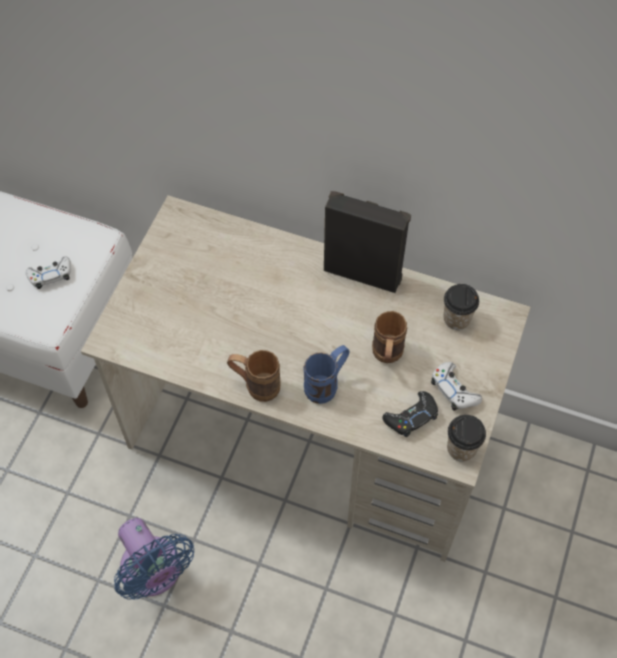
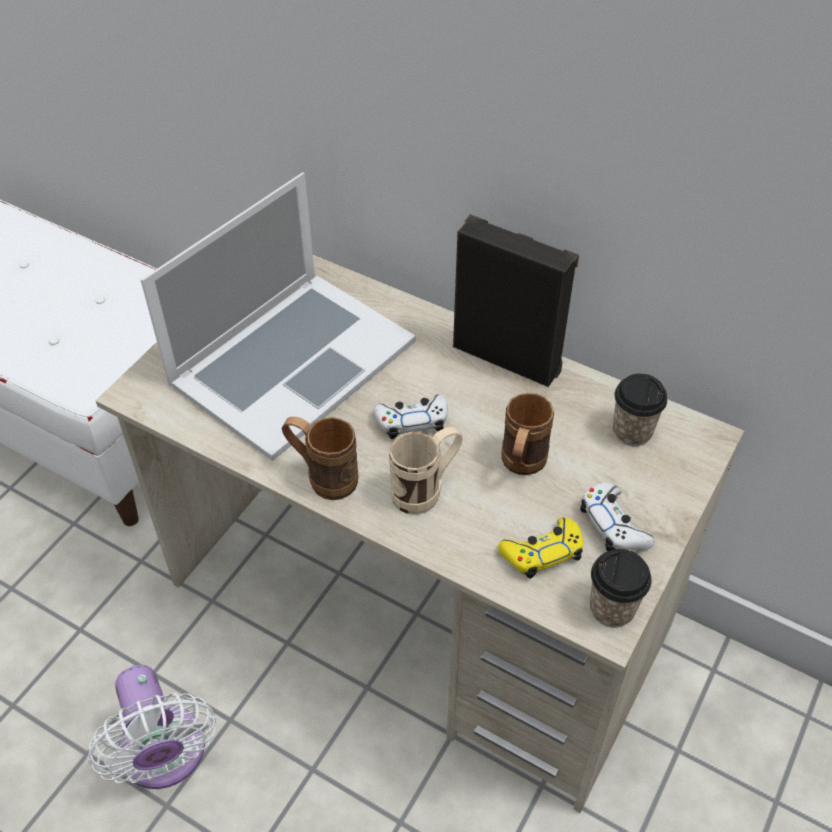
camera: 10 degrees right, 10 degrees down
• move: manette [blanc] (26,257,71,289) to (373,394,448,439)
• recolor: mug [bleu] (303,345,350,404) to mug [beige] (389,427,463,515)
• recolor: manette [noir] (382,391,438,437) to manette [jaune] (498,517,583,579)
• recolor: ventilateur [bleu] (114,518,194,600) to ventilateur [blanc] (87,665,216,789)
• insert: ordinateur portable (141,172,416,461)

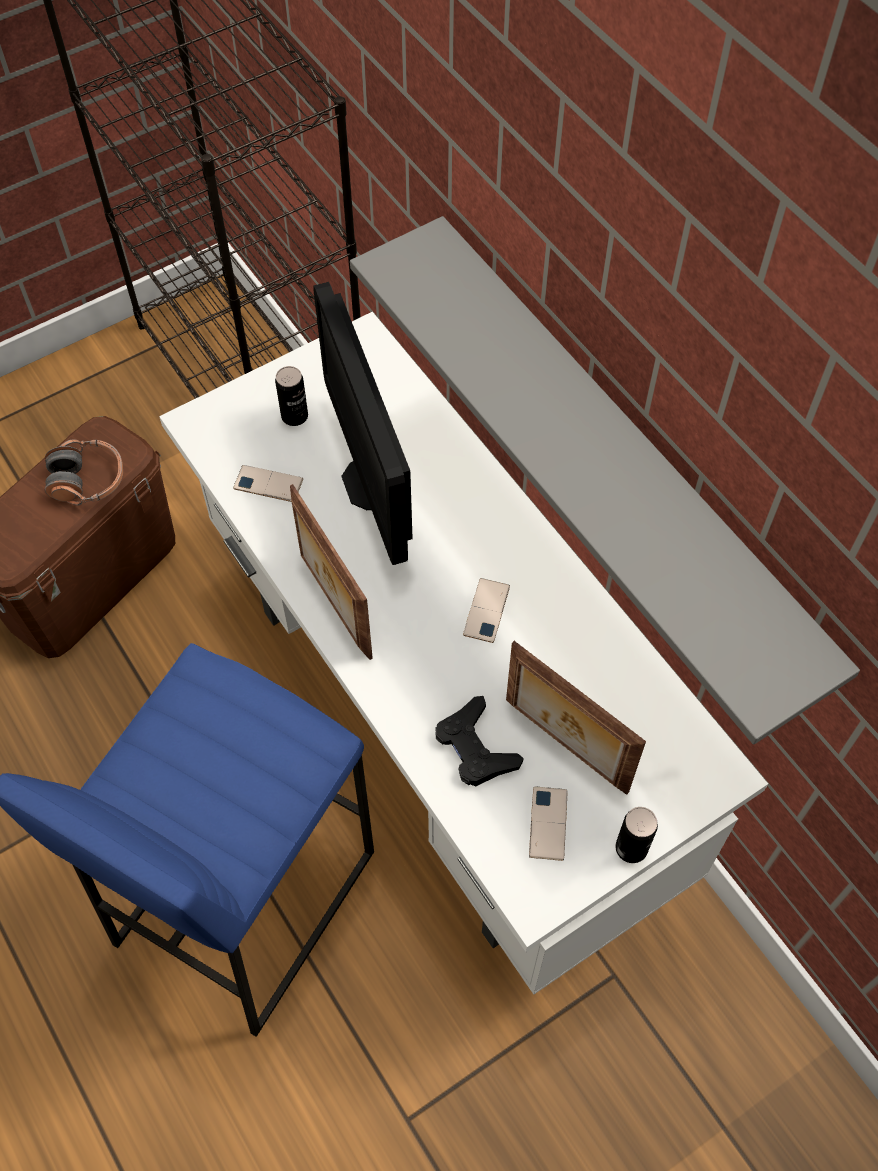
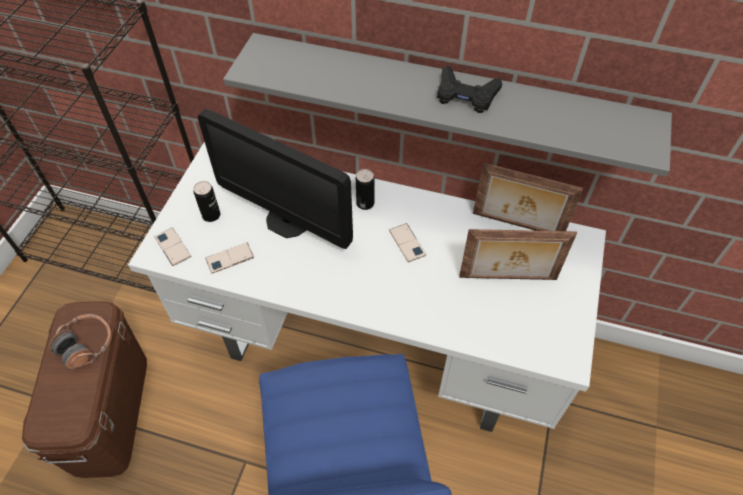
camera: 40 degrees left, 5 degrees down
• move: cadre photo (290,484,373,660) to (473,163,583,231)
• move: manette [noir] (435,696,523,786) to (437,65,502,113)
• move: téléphone (529,786,568,861) to (155,227,191,266)
• move: boîte métallique (615,807,658,863) to (356,169,375,210)

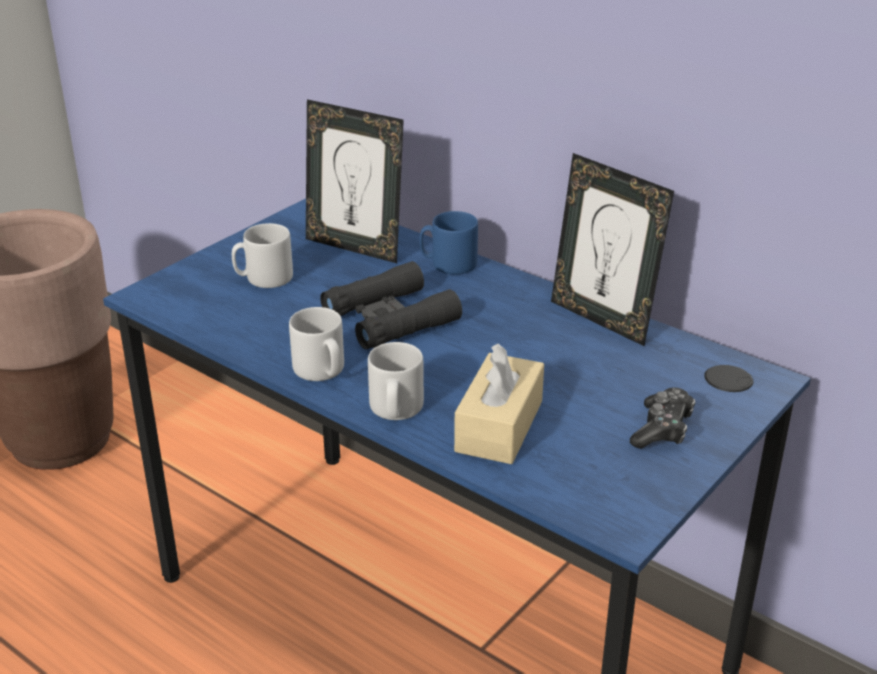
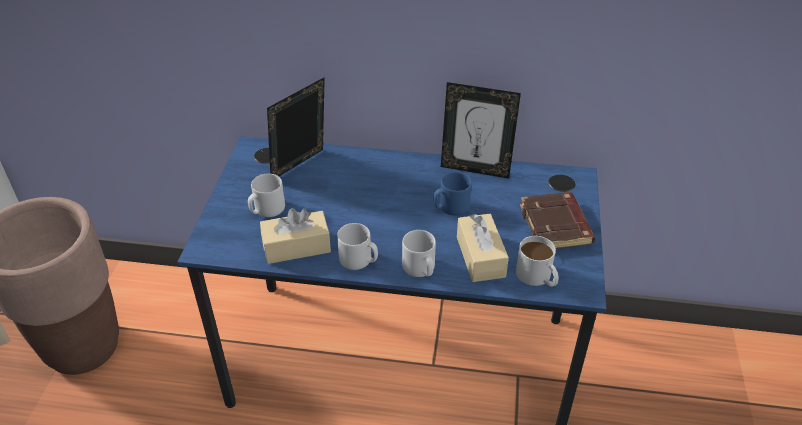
camera: 30 degrees left, 10 degrees up
• rotate: cadre photo (306,99,404,263) = (267,77,325,176) 135 degrees clockwise
• move: mug [bleu] (419,211,478,275) to (433,172,472,215)
• delete: jumelles [noir] (320,261,462,349)
• replace: manette (630,388,695,449) to livre [marron] (520,192,595,249)
• insert: boîte à mouchoirs [beige] (260,208,331,264)
• insert: mug [blanc] (516,236,559,287)

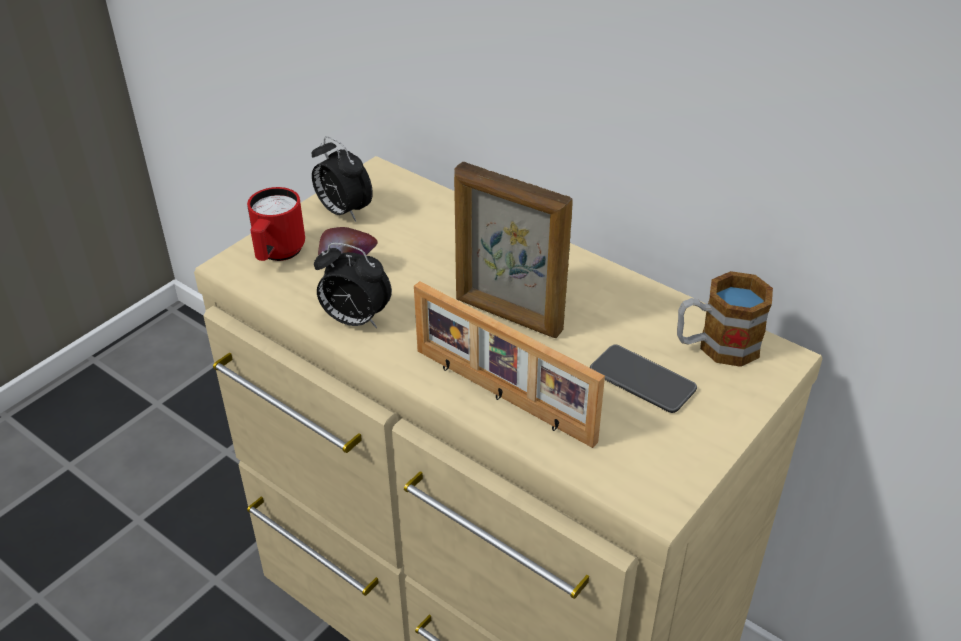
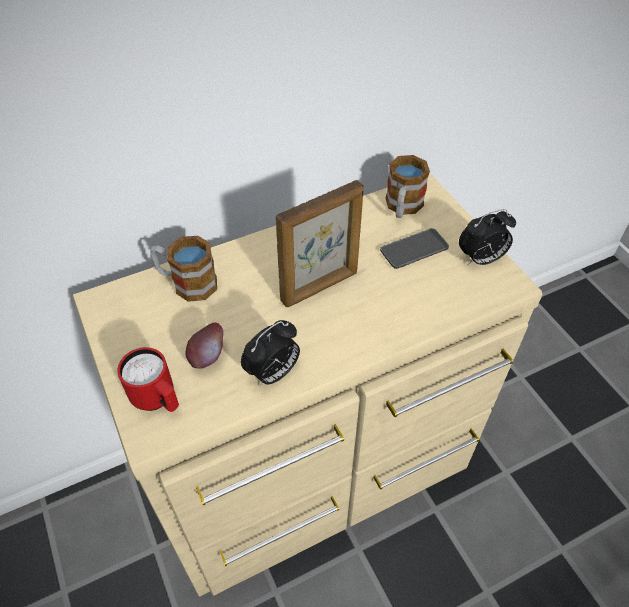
camera: 65 degrees left, 10 degrees up
• move: réveil (312,136,373,222) to (459,209,516,265)
• delete: cadre photo (414,282,605,448)
• insert: mug (150,236,217,302)

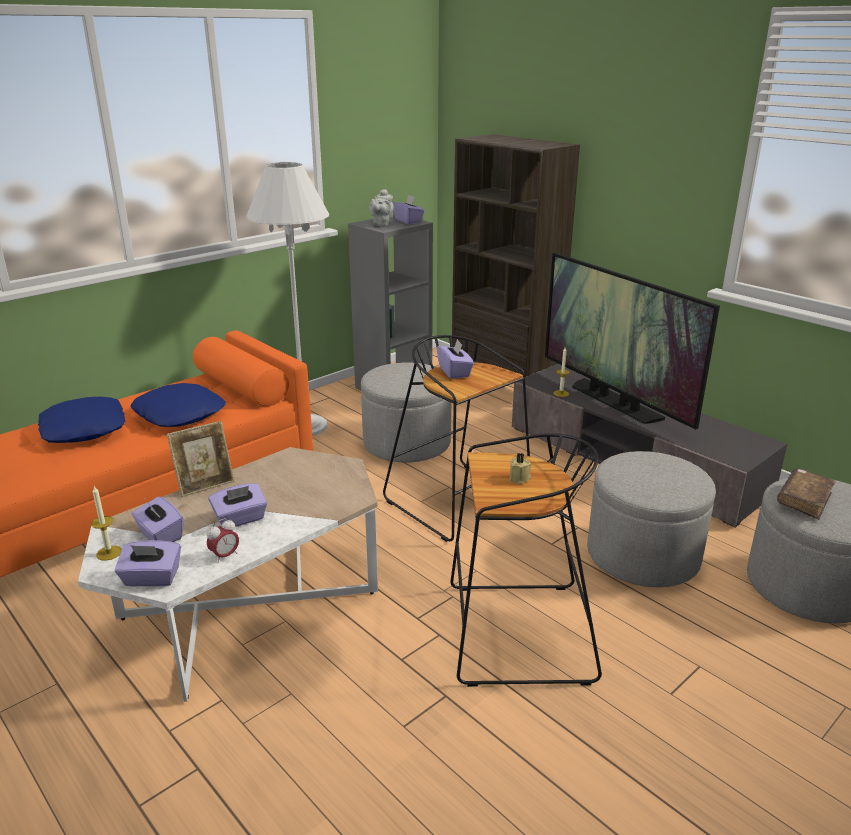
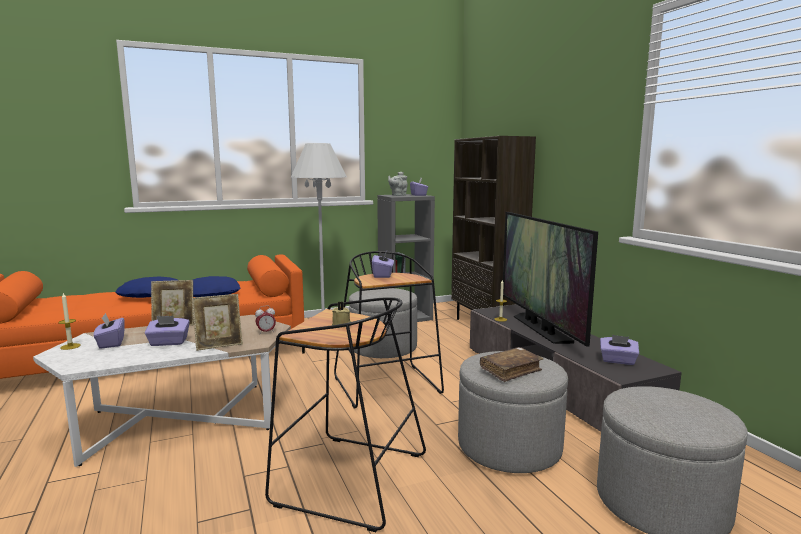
camera: 20 degrees right, 15 degrees down
• move: livre [marron] (777,468,836,520) to (480,347,543,382)
• move: réveil (207,518,239,563) to (255,305,276,333)
• move: boîte à mouchoirs [violet] (115,540,181,586) to (600,335,639,365)
• insert: cadre photo (192,294,243,351)

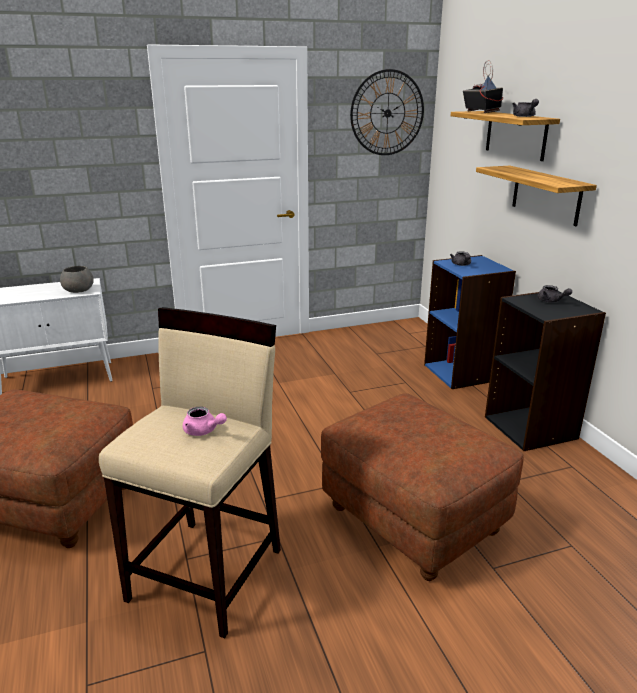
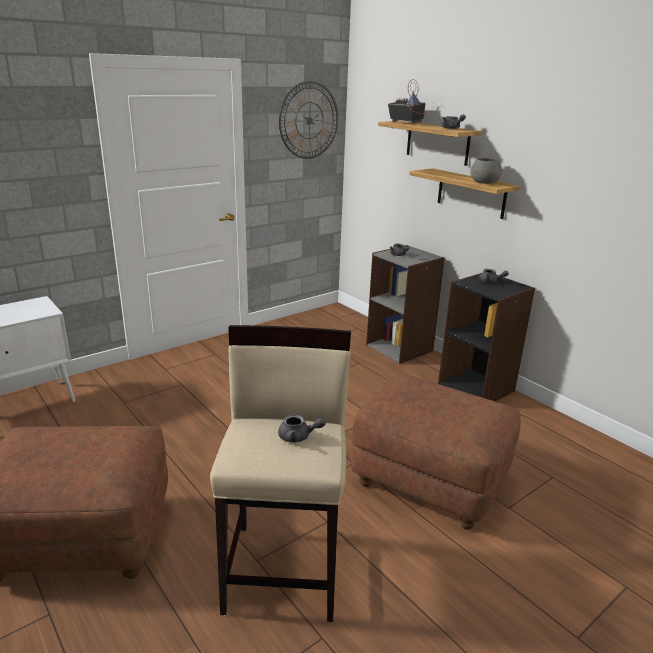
camera: 20 degrees left, 0 degrees up
• recolor: bibliothèque [bleu] (424,255,516,389) to bibliothèque [gris] (366,245,445,364)
• move: bol [gris] (60,266,94,293) to (470,158,502,184)
• recolor: théière [rose] (183,407,227,436) to théière [gris] (278,414,326,443)

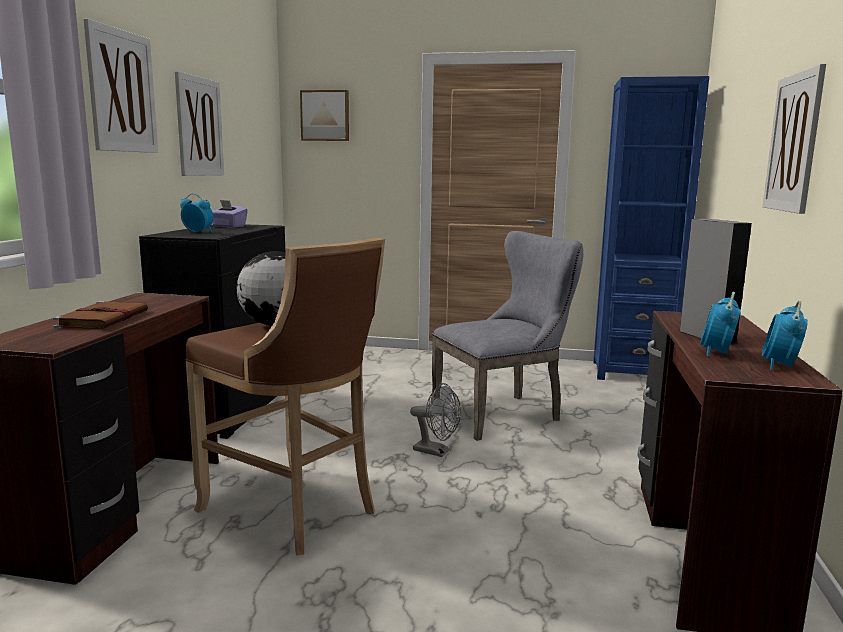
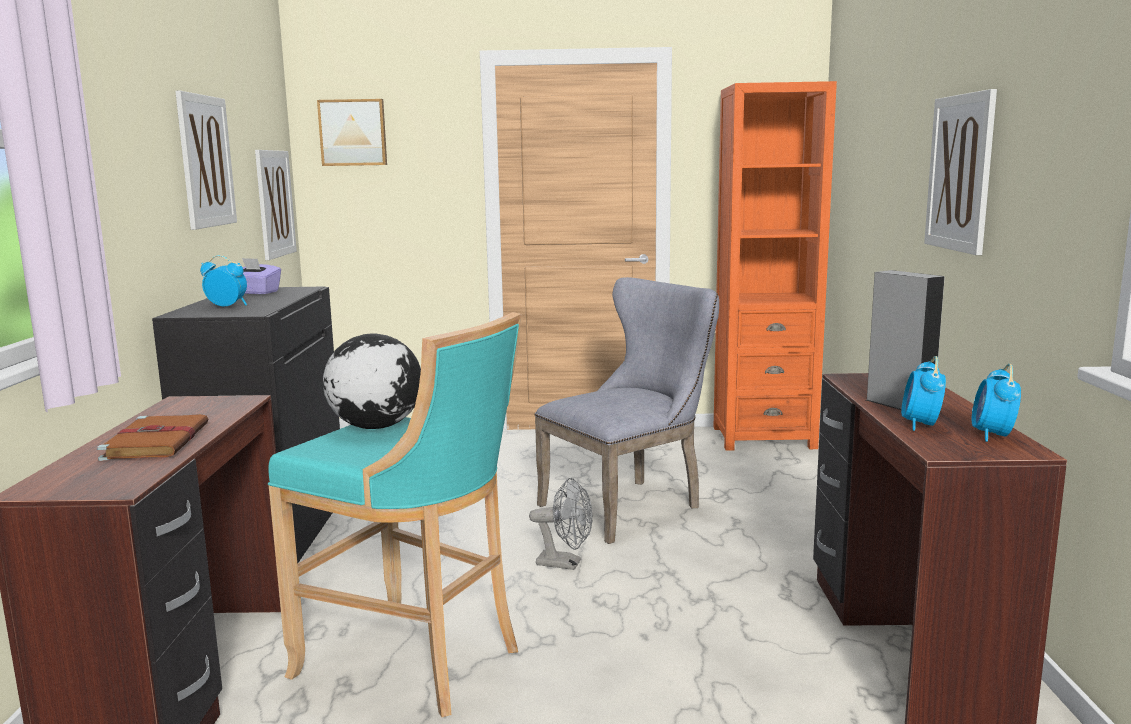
camera: 10 degrees left, 0 degrees up
• move: tableau (84,18,158,153) to (255,150,297,260)
• recolor: bibliothèque [bleu] (593,76,709,380) to bibliothèque [orange] (713,81,837,451)
• recolor: tabouret [marron] (185,238,385,555) to tabouret [turquoise] (268,312,522,717)

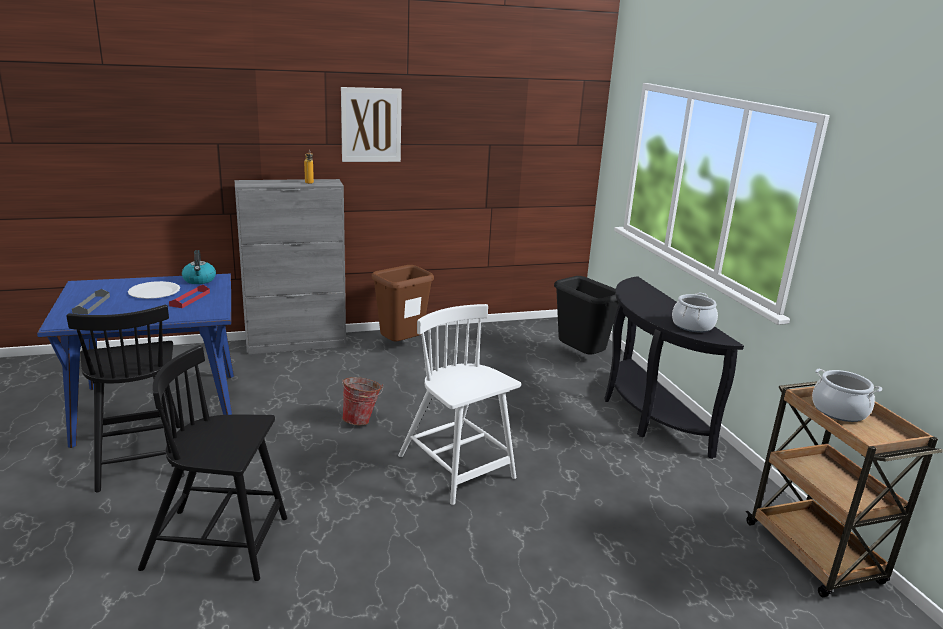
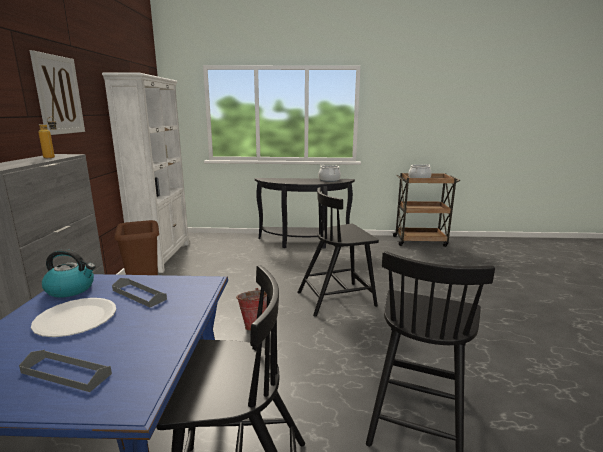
camera: 70 degrees left, 5 degrees down
• delete: poubelle [noir] (554,276,619,355)
• recolor: plateau [rouge] (169,285,210,308) to plateau [gris] (112,278,167,307)
• recolor: chaise [blanc] (398,304,521,505) to chaise [noir] (297,187,379,317)
• insert: bibliothèque [blanc] (102,72,189,273)

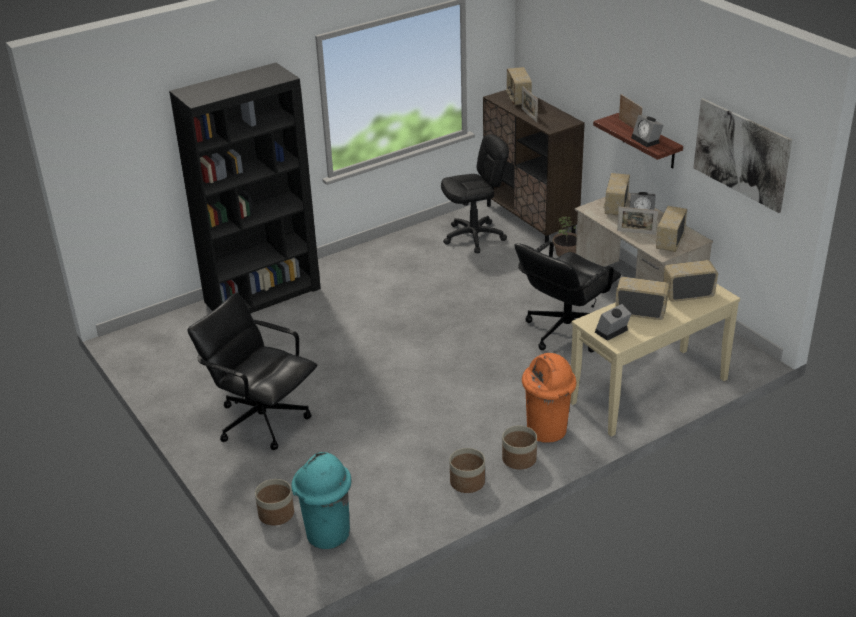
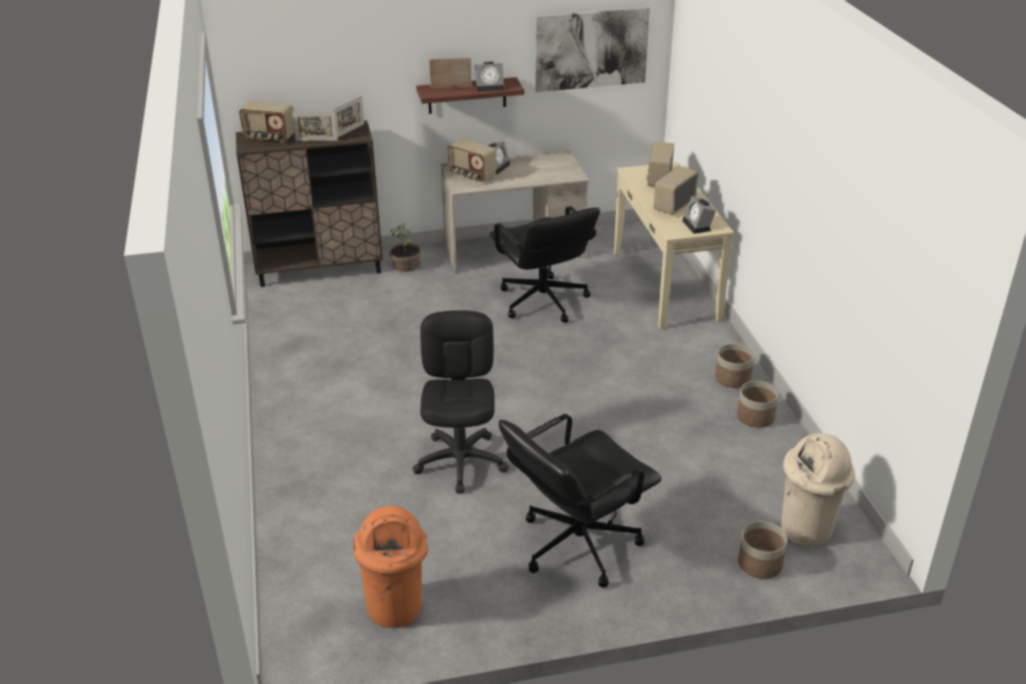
camera: 70 degrees left, 0 degrees up
• delete: bibliothèque [noir] (169,63,321,314)
• move: chaise de bureau [noir] (441,134,509,253) to (412,310,509,494)
• delete: radio (656,206,687,252)
• move: cadre photo (617,207,658,235) to (333,96,364,137)
• move: poubelle [orange] (522,353,576,443) to (353,506,428,628)
• recolor: poubelle [turquoise] (291,452,352,549) to poubelle [beige] (781,433,855,547)

